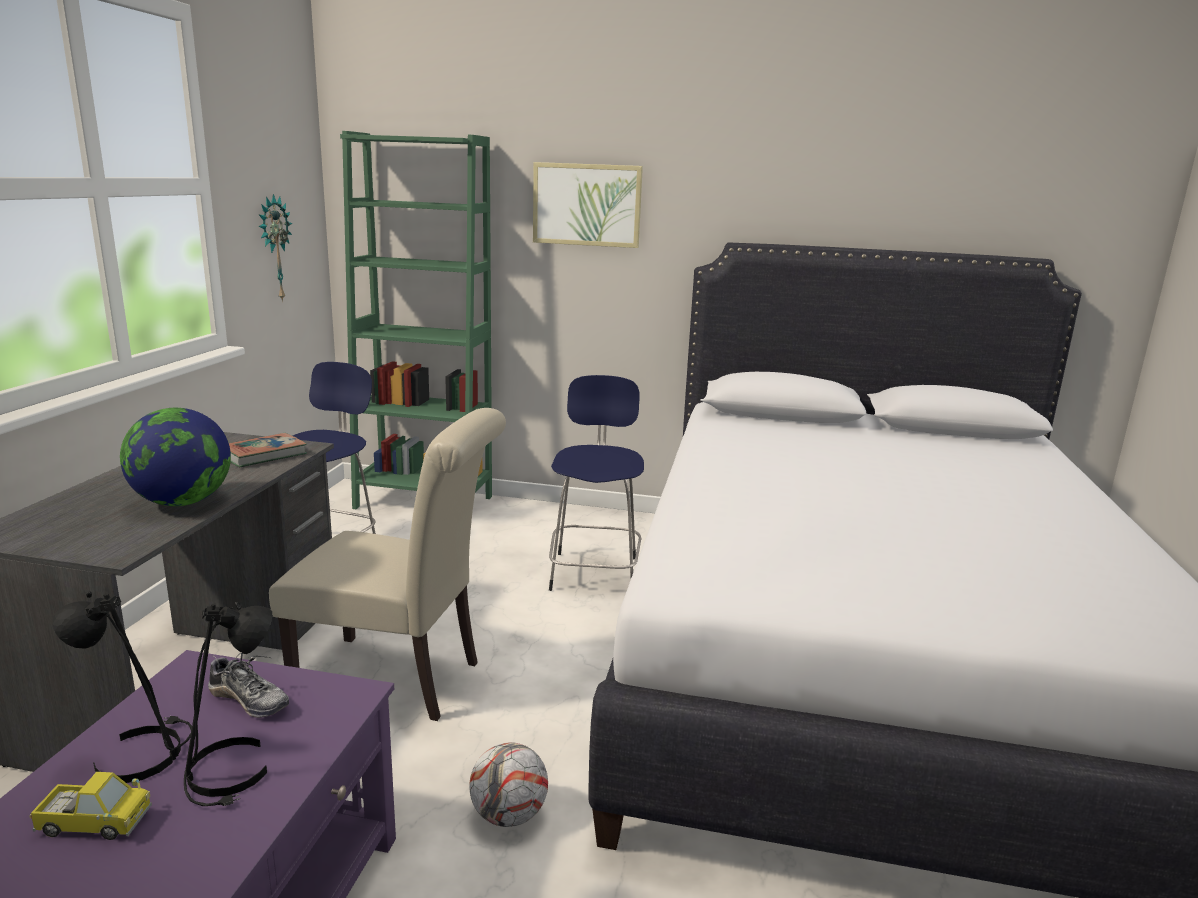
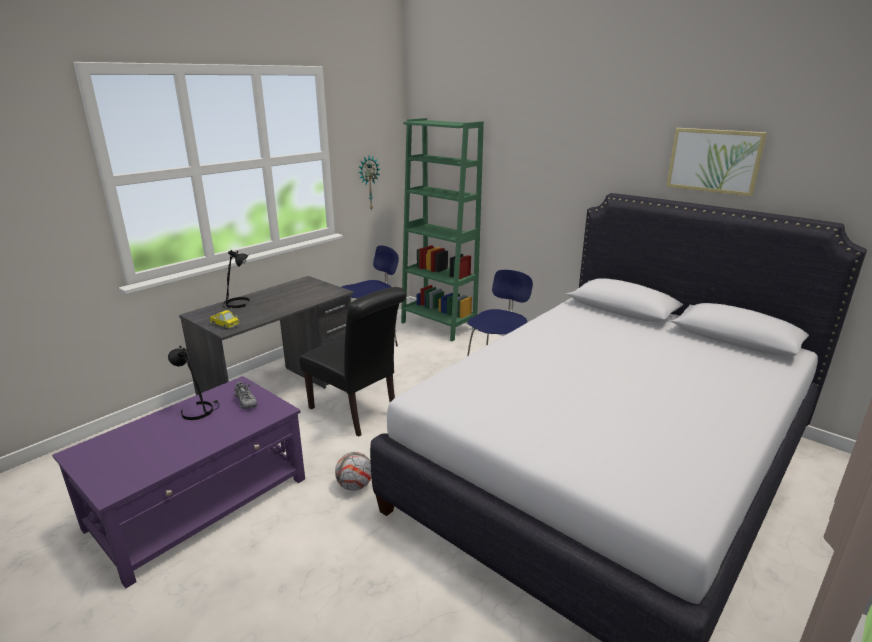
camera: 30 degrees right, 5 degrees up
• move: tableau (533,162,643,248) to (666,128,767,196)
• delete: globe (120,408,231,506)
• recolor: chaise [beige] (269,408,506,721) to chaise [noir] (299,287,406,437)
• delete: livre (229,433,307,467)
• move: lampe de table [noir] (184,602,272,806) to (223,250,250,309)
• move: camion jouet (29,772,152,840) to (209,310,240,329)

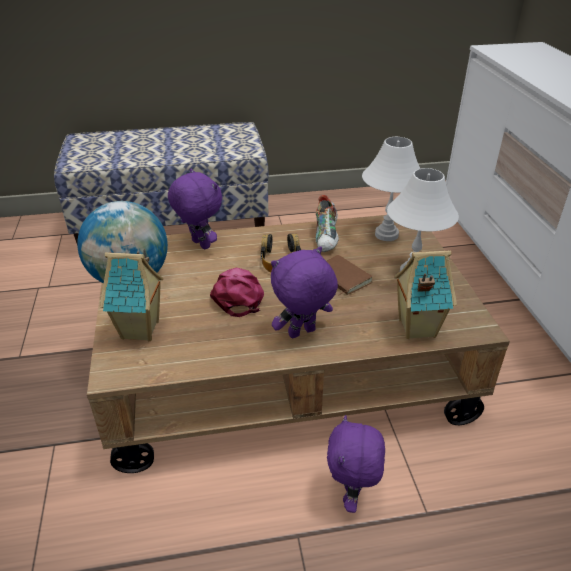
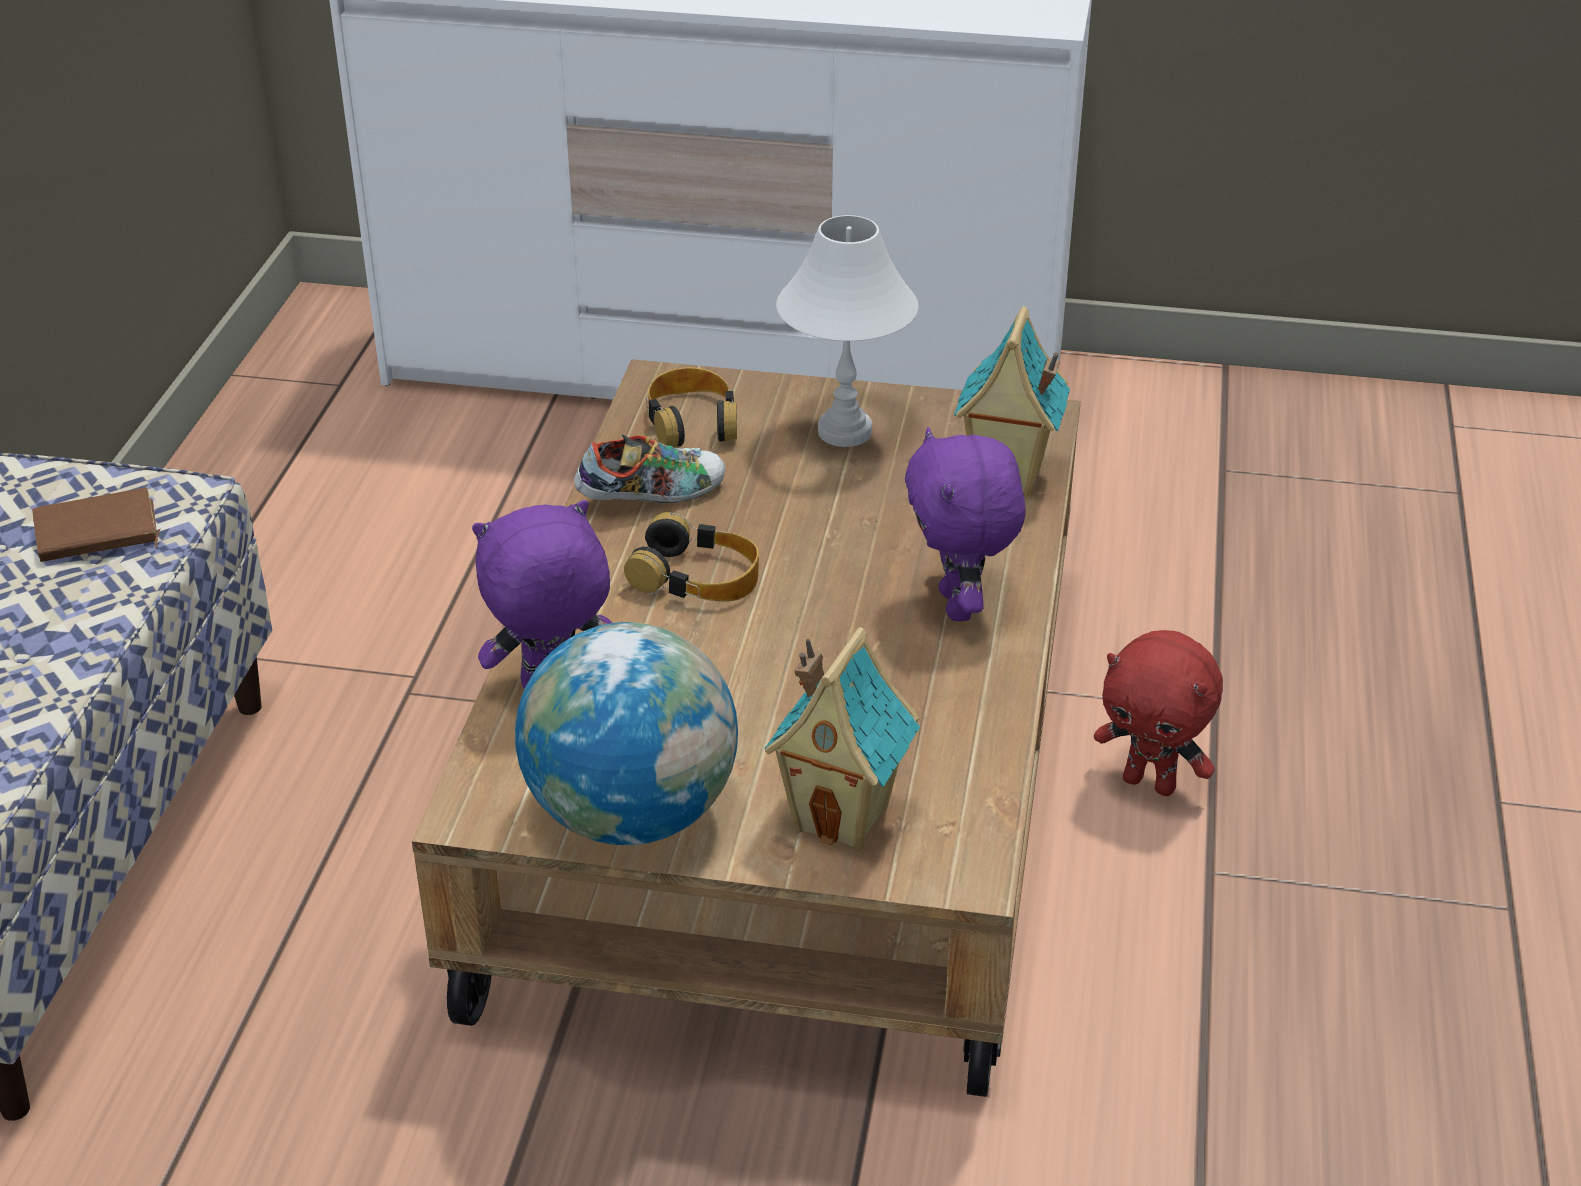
camera: 70 degrees left, 0 degrees up
• replace: lampe de table [blanc] (362,137,421,241) to casque audio (646,367,737,447)
• rotate: chaussure (316,195,339,252) = (574,435,725,503) 45 degrees counterclockwise
• move: livre [marron] (327,255,373,296) to (32,488,161,562)
• delete: casquette [rose] (210,268,264,317)
• recolor: peluche [violet] (327,415,385,513) to peluche [rouge] (1094,630,1223,796)

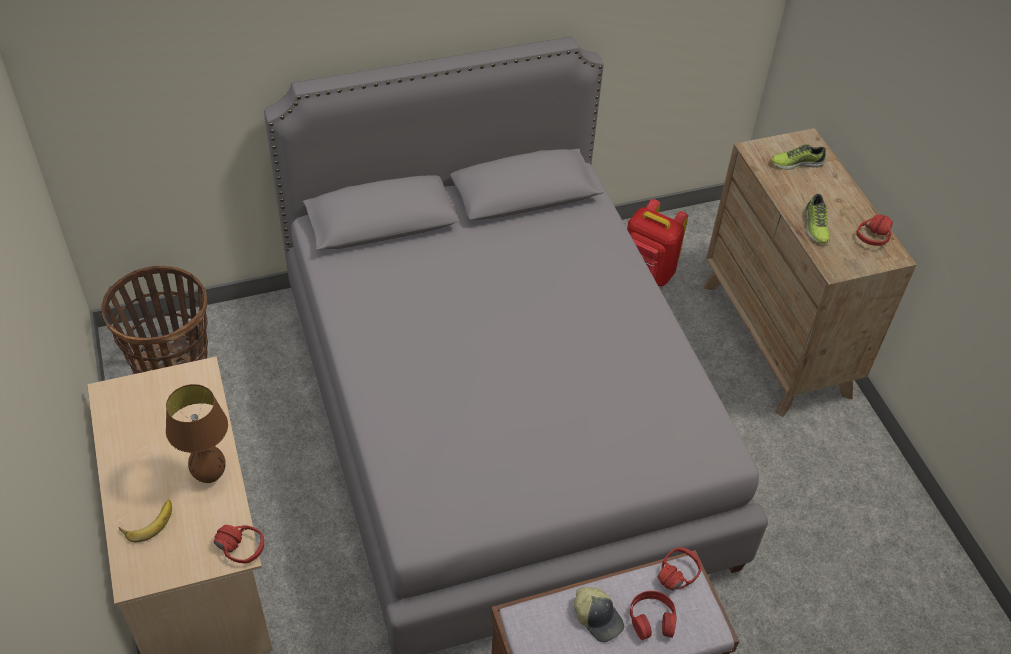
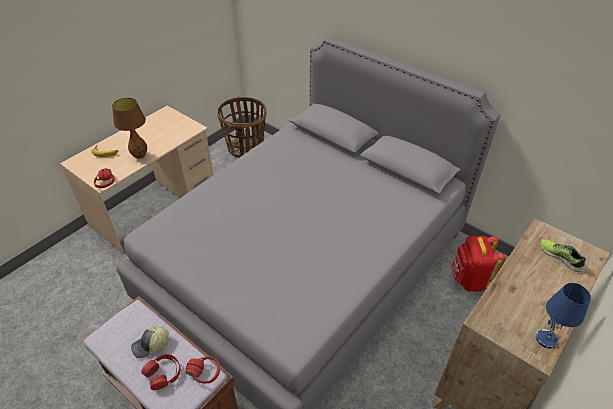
camera: 60 degrees right, 5 degrees down
• delete: chaussure (805,194,830,243)
• replace: casque audio [rouge] (856,214,893,246) to lampe de table [bleu] (536,283,591,349)
• rotate: casquette (574,587,624,642) = (131,326,169,358) 45 degrees clockwise

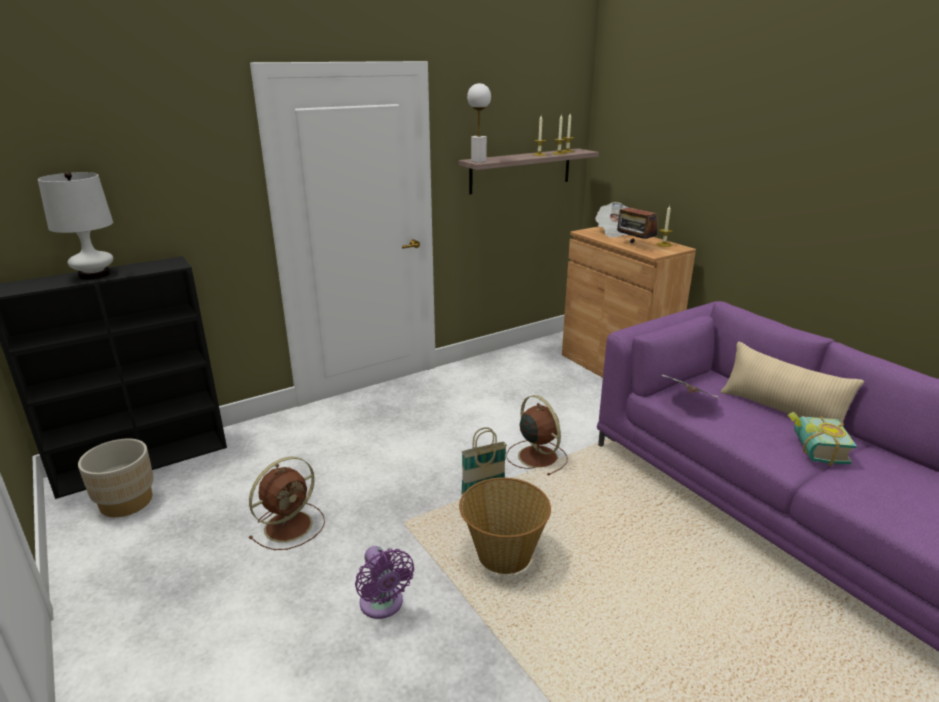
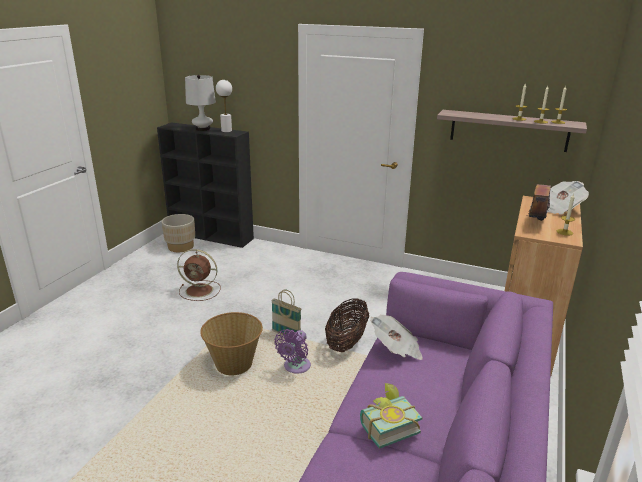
camera: 55 degrees right, 0 degrees up
• move: lampe de table [blanc] (467,83,491,162) to (216,80,232,132)
• delete: coussin [beige] (721,341,864,424)
• replace: ventilateur [marron] (506,395,567,475) to panier (325,298,369,352)
• move: ventilateur [violet] (355,546,414,619) to (274,329,311,374)

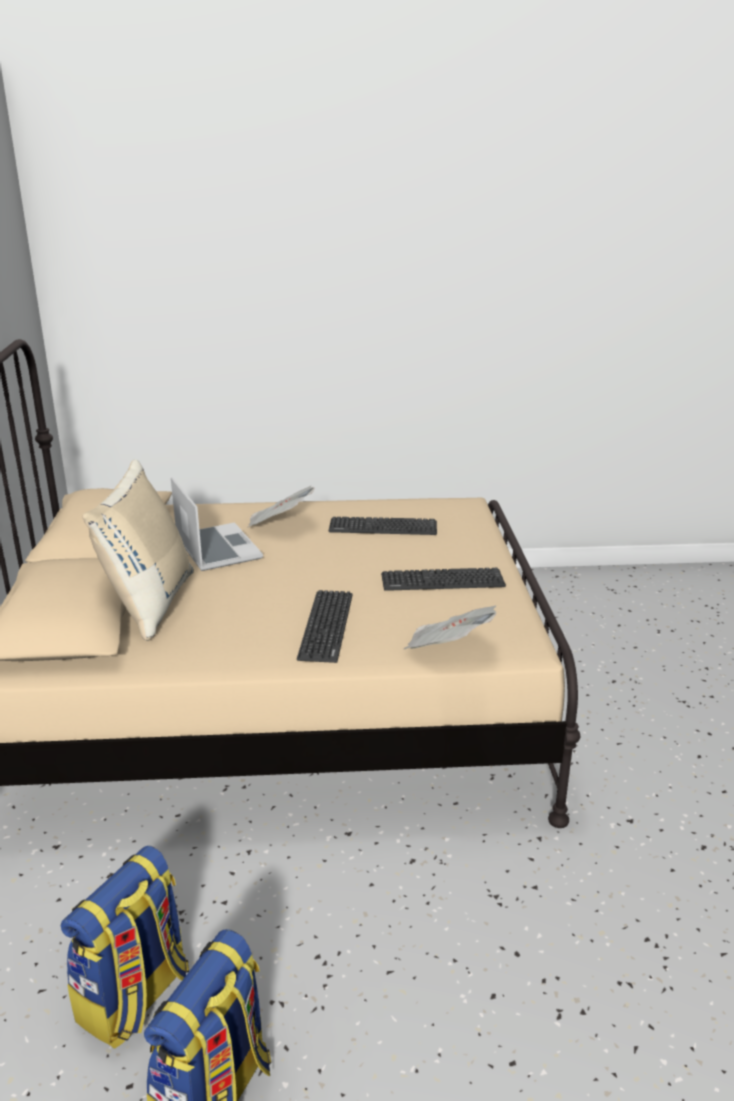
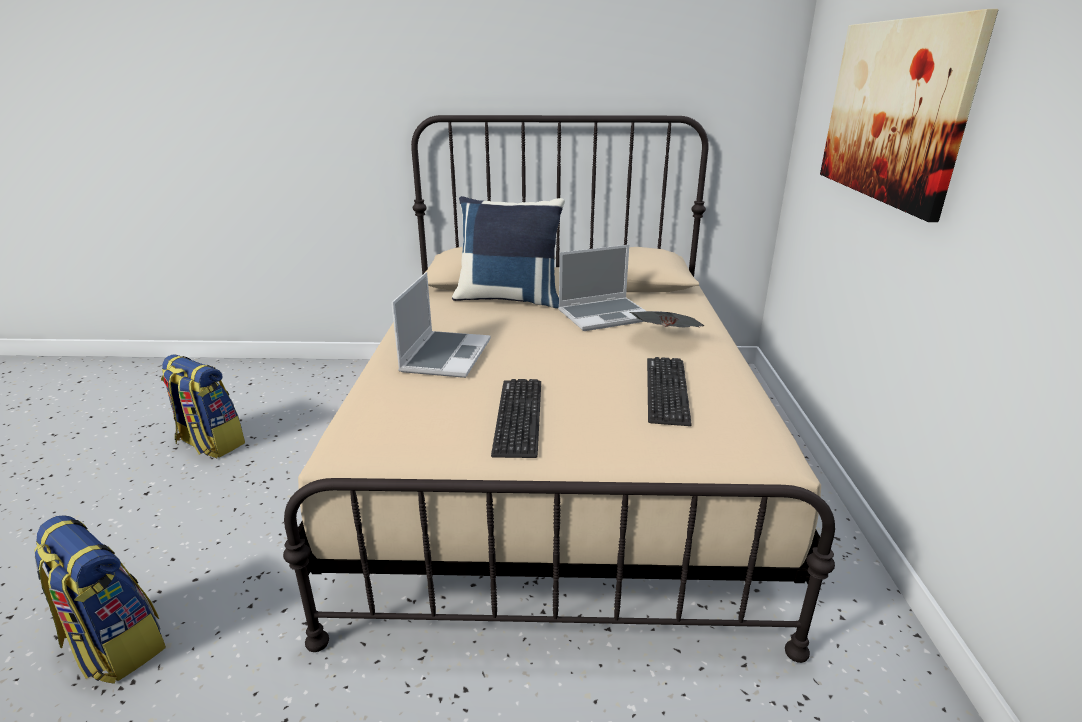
camera: 95 degrees right, 0 degrees up
• recolor: coussin [beige] (82,459,194,641) to coussin [bleu] (452,196,565,309)
• replace: clavier (297,590,353,663) to ordinateur portable (391,272,491,378)
• delete: journal (404,606,496,649)
• move: sac à dos (61,846,189,1049) to (34,515,166,684)
• insert: tableau (820,9,998,222)

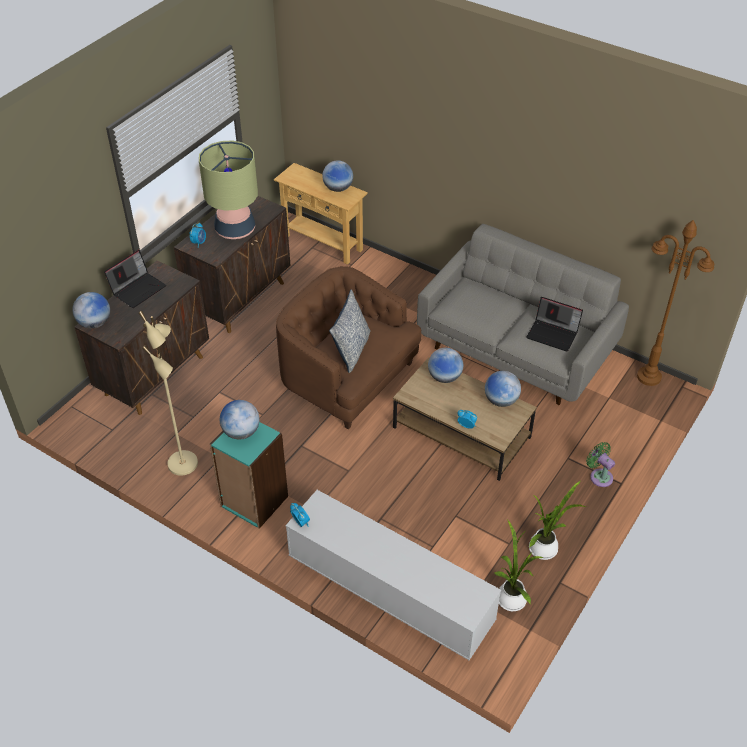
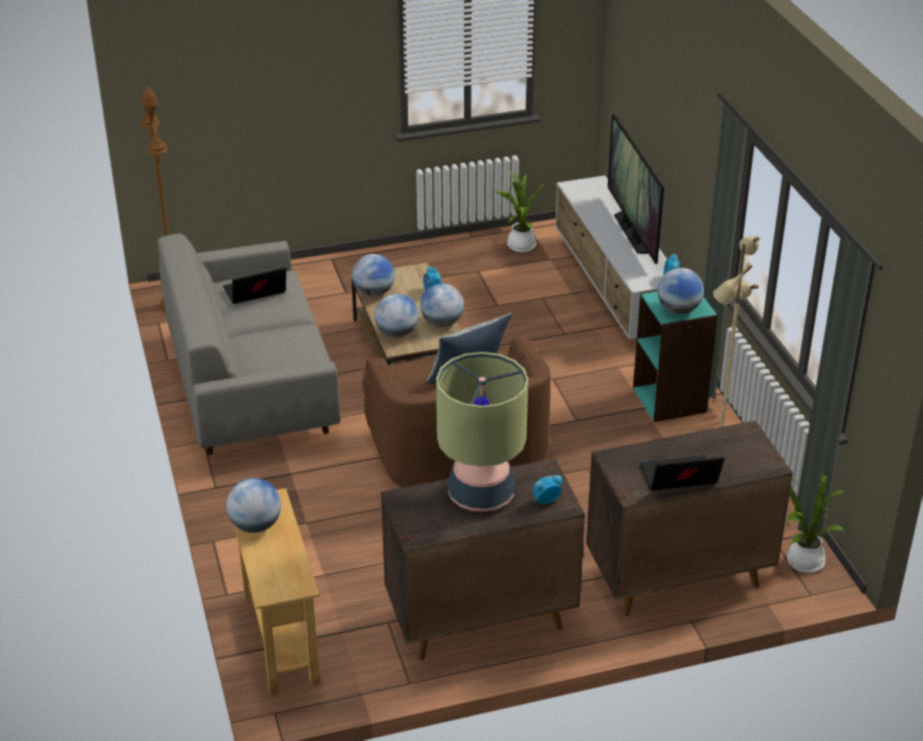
camera: 140 degrees left, 10 degrees down
• move: globe (72,292,110,329) to (420,283,464,327)
• rotate: ordinateur portable (526,297,583,352) = (223,267,286,304) 90 degrees counterclockwise
• delete: ventilateur [vert] (586,442,615,487)
• move: plante en pot (529,481,586,560) to (786,474,844,573)
• insert: téléviseur (608,114,664,264)

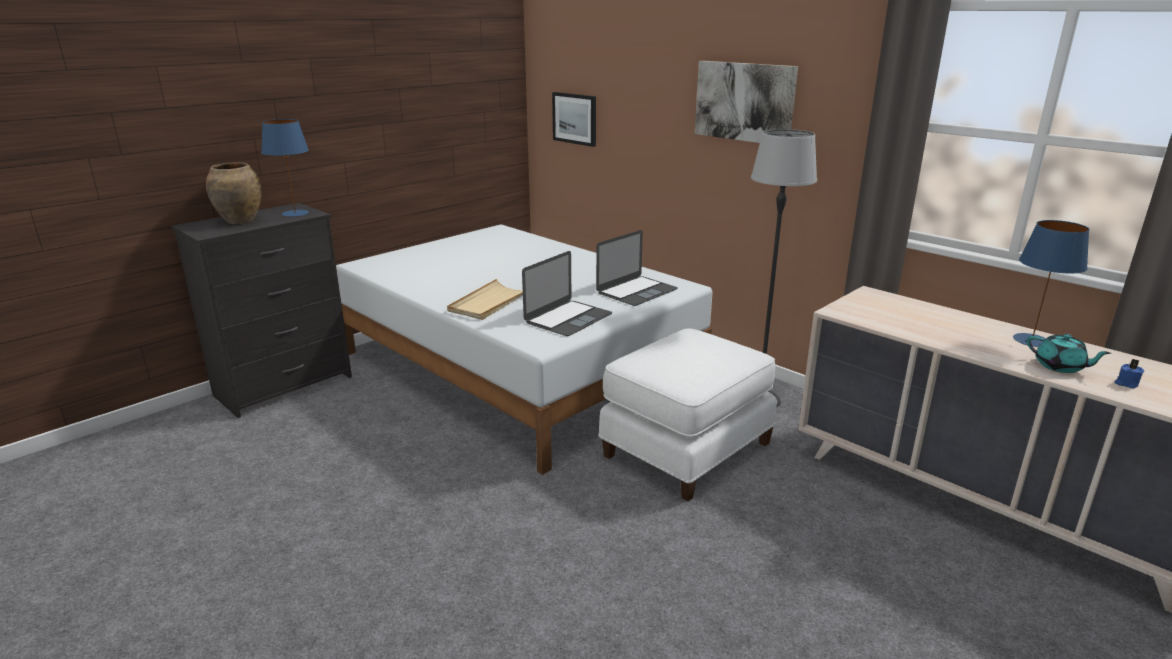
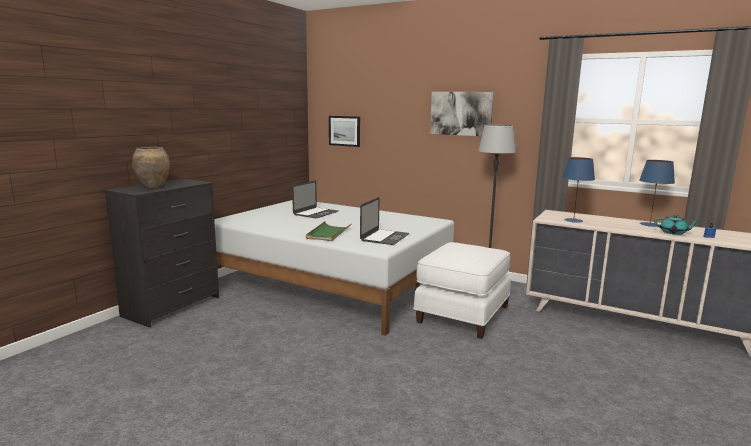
camera: 15 degrees left, 10 degrees down
• move: lampe de table [bleu] (261,119,309,217) to (562,157,595,223)
• move: ordinateur portable (596,230,678,306) to (292,181,338,218)
• recolor: plateau [beige] (447,279,523,320) to plateau [vert] (306,221,352,241)

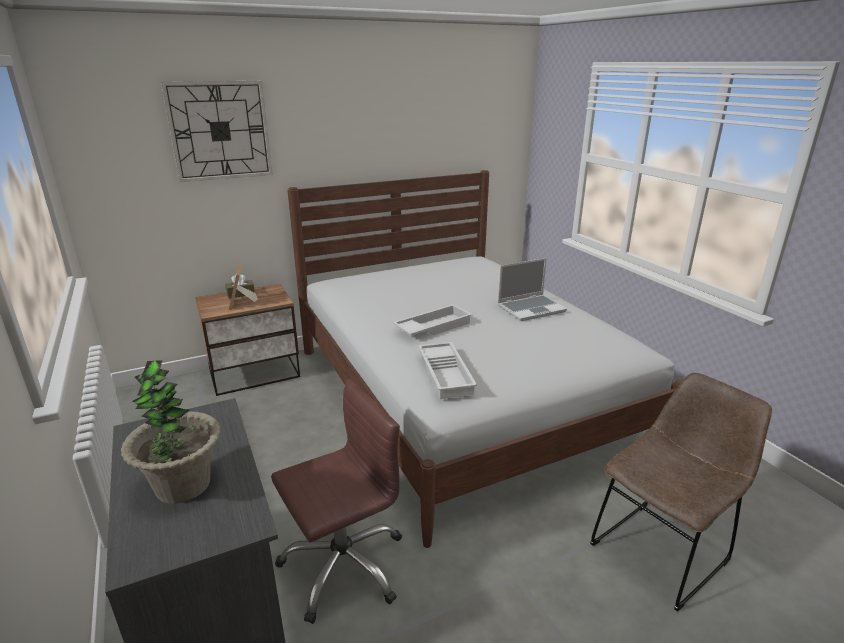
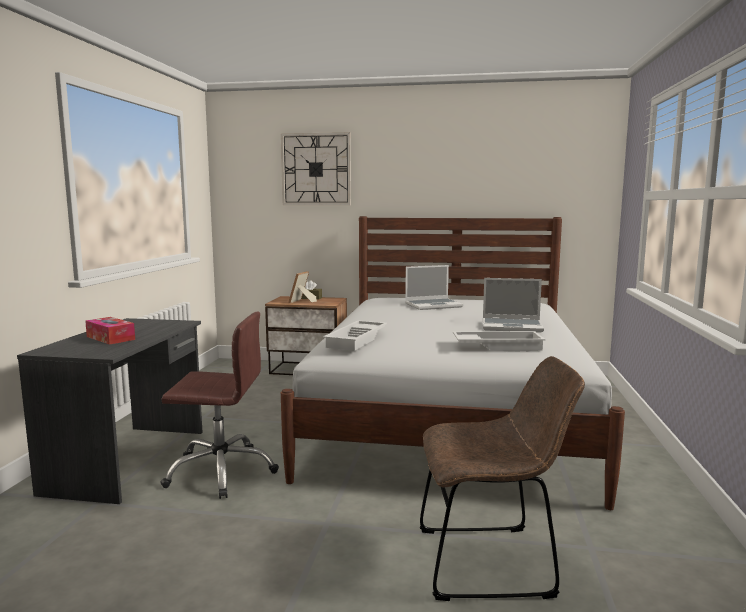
camera: 35 degrees right, 15 degrees down
• move: plateau [blanc] (393,304,472,336) to (453,331,546,351)
• replace: plante en pot (121,360,221,504) to boîte à mouchoirs (85,317,135,345)
• insert: ordinateur portable (405,265,463,310)

